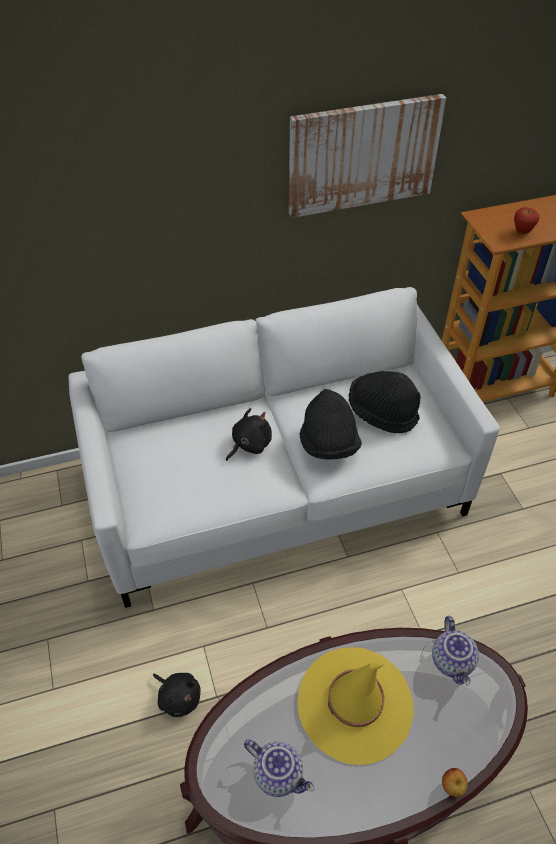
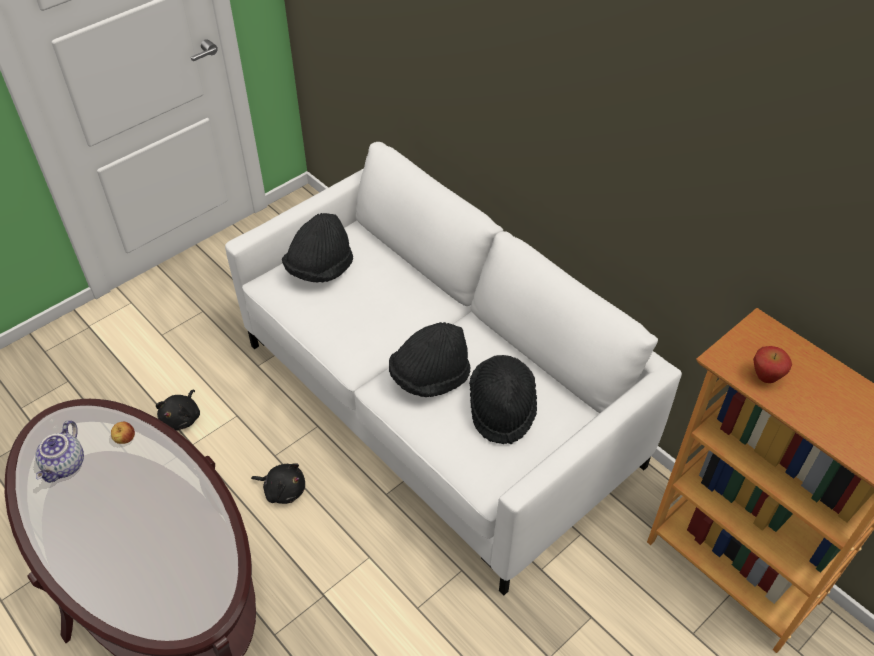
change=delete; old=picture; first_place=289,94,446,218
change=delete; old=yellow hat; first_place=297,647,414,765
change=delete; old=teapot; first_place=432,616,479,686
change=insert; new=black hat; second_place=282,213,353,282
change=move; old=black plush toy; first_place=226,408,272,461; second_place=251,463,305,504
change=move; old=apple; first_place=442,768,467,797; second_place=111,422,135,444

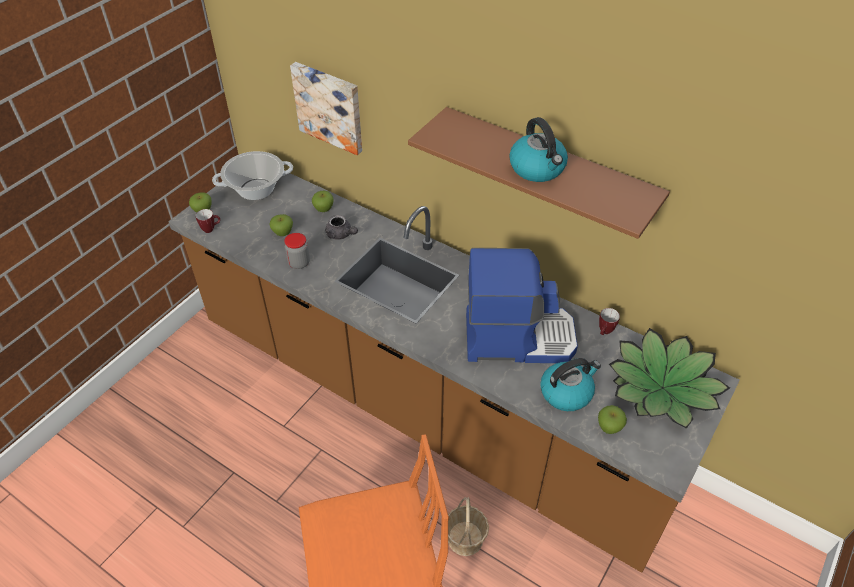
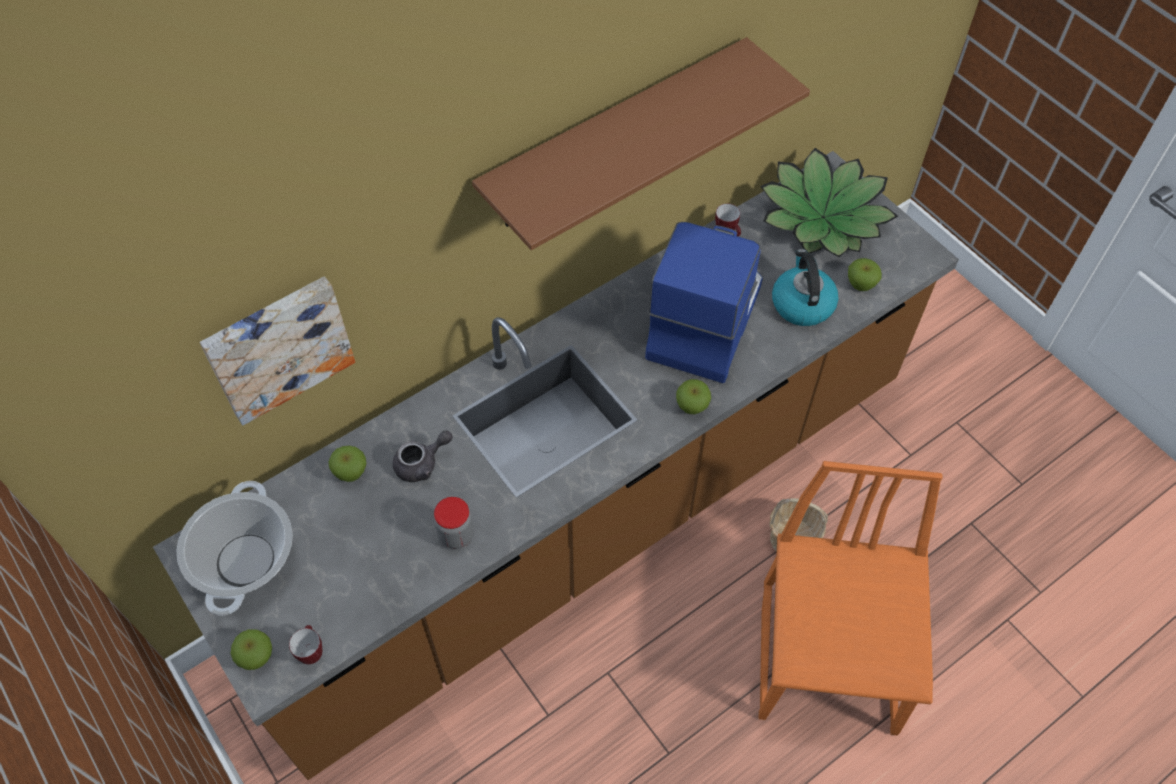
change=delete; old=kettle; first_place=509,117,568,182
change=move; old=apple; first_place=269,214,293,236; second_place=676,379,711,414

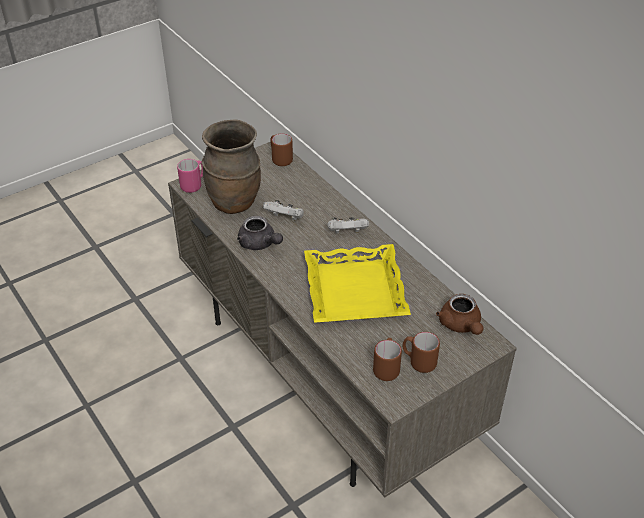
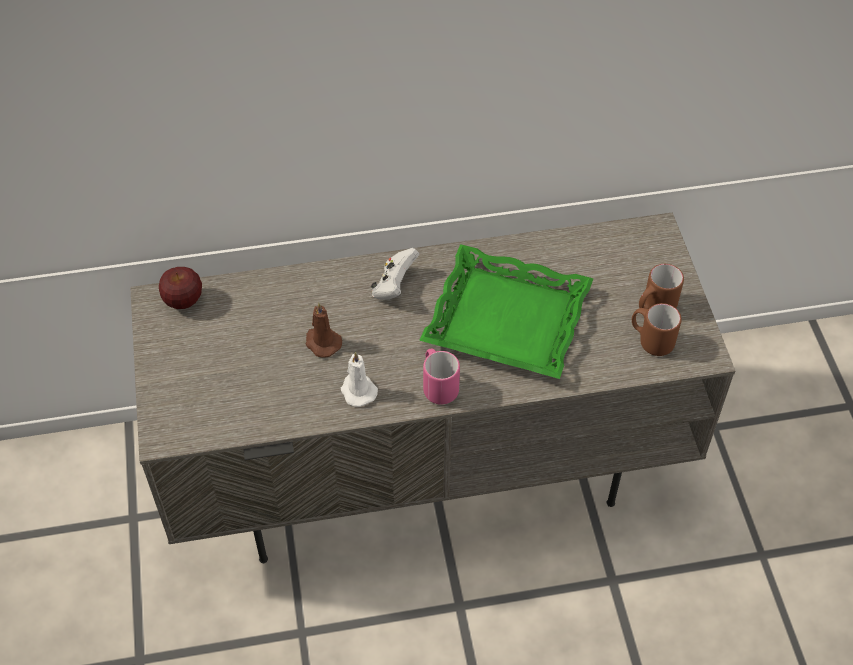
change=delete; old=brown vase; first_place=202,120,261,214
change=delete; old=brown teapot; first_place=436,294,484,335
change=move; old=pink mug; first_place=177,159,203,193; second_place=423,348,460,405
change=replace; old=grey teapot; new=white candle; first_place=237,216,283,250; second_place=341,351,378,407
change=replace; old=white game controller; new=brown candle; first_place=263,200,304,221; second_place=305,303,342,358
change=replace; old=brown mug; new=apple; first_place=270,134,293,166; second_place=159,267,202,309
change=recolor; old=yellow tray; new=green tray; first_place=304,244,411,323; second_place=419,244,594,379

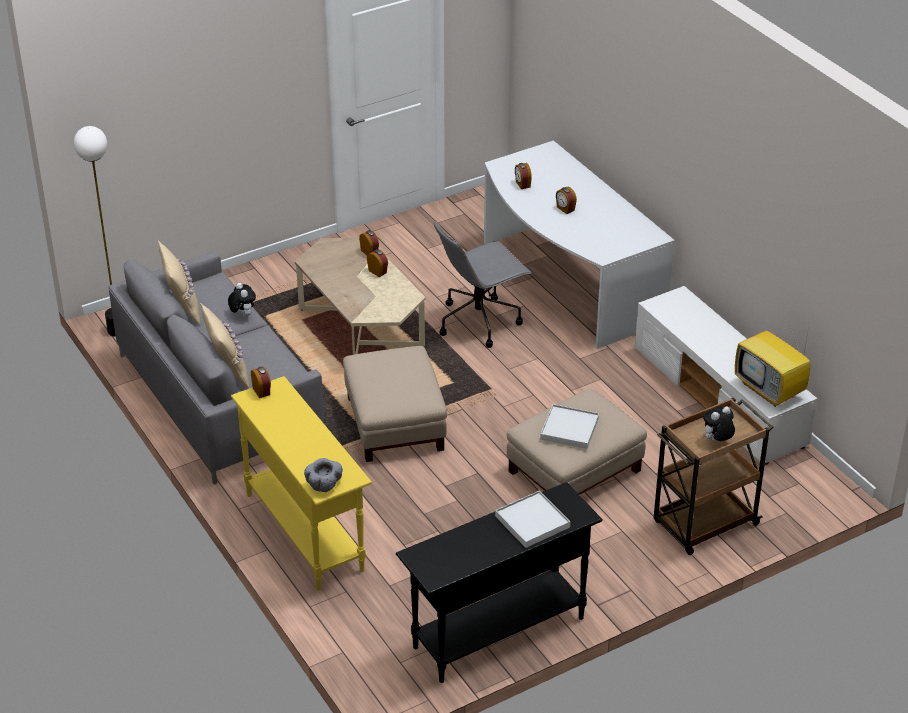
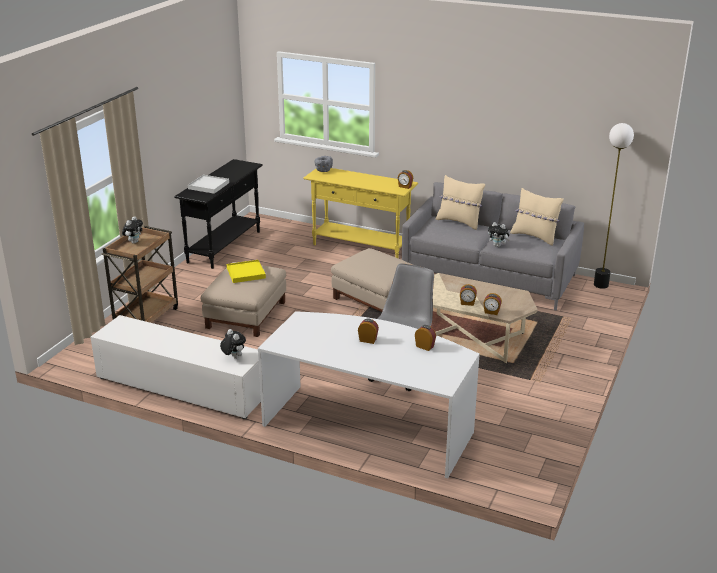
change=delete; old=television; first_place=735,326,810,407
change=insert; new=plush toy; second_place=220,329,246,359
change=recolor; old=white tray; new=yellow tray; first_place=540,404,599,449; second_place=227,260,266,283

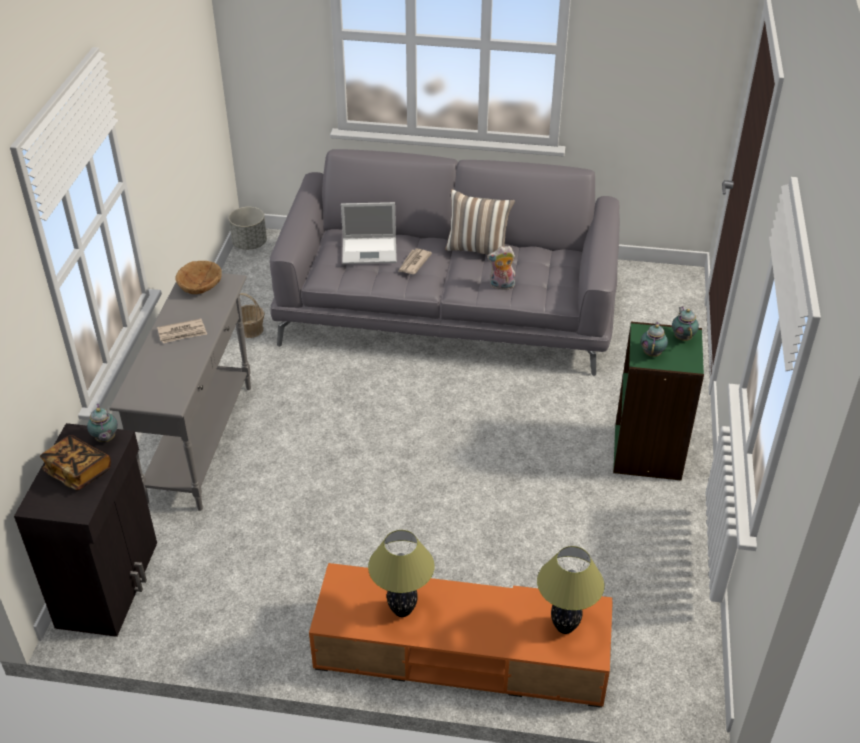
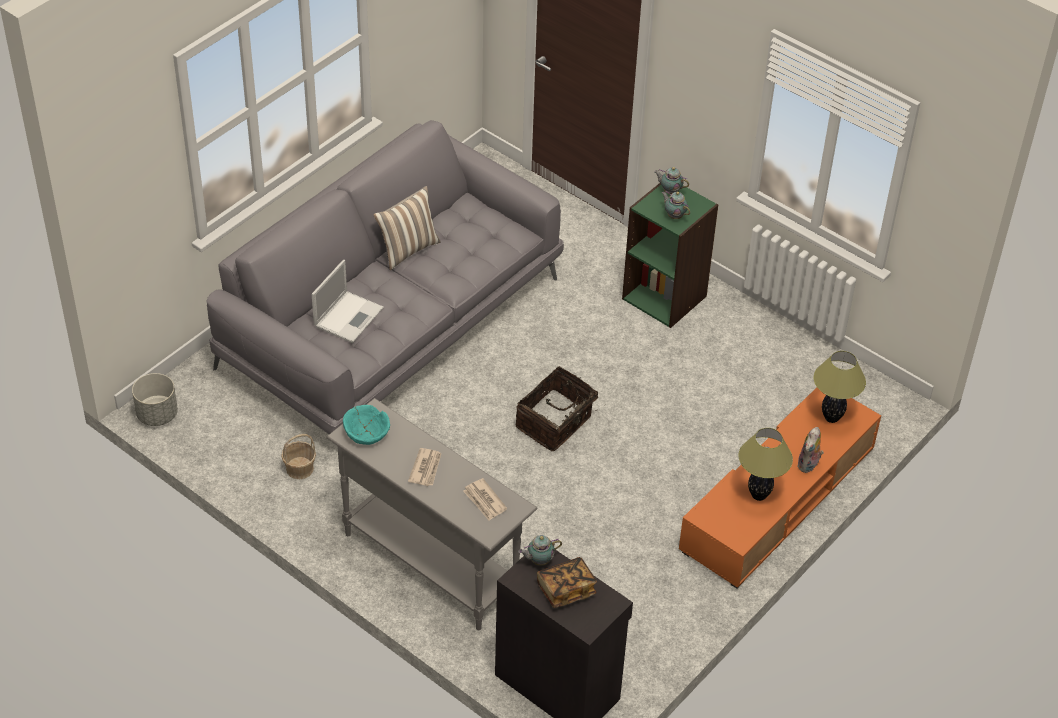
change=insert; new=basket; second_place=516,366,605,451
change=move; old=newspaper; first_place=398,248,432,274; second_place=463,478,507,521
change=move; old=plush toy; first_place=487,246,515,290; second_place=797,427,824,473
change=recolor; old=brown bowl; new=turquoise bowl; first_place=175,261,222,294; second_place=343,405,390,445
change=rotate; old=teapot; first_place=87,404,118,442; second_place=518,535,562,566; degrees=150

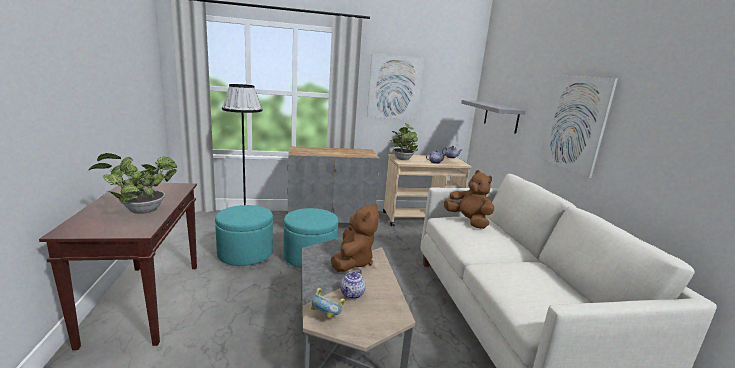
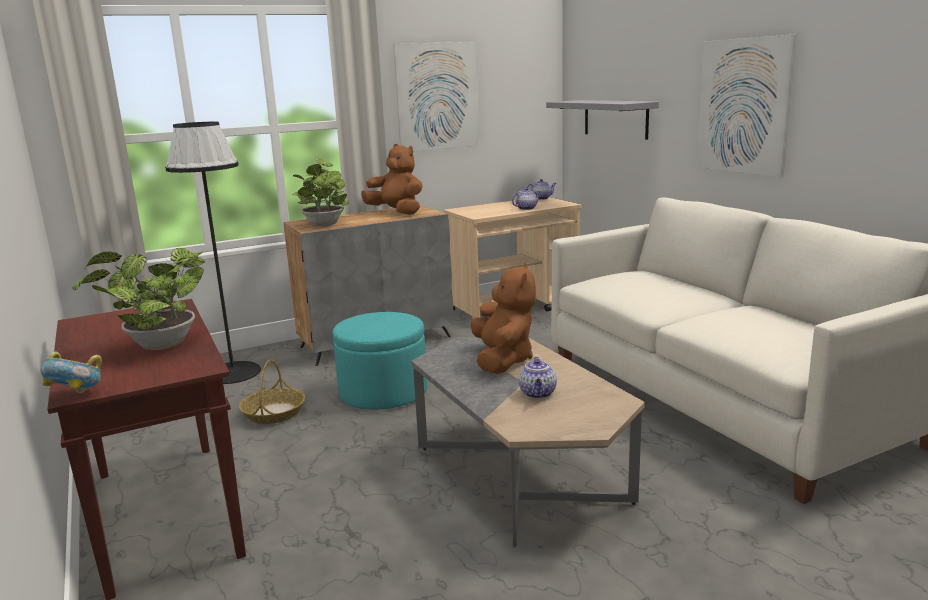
change=move; old=bowl; first_place=311,287,345,318; second_place=40,351,102,394
change=move; old=potted plant; first_place=390,123,418,160; second_place=293,157,349,227
change=move; old=brown plush toy; first_place=444,170,494,229; second_place=361,144,422,215
change=replace; old=turquoise ottoman; new=basket; first_place=215,205,273,266; second_place=239,359,306,424

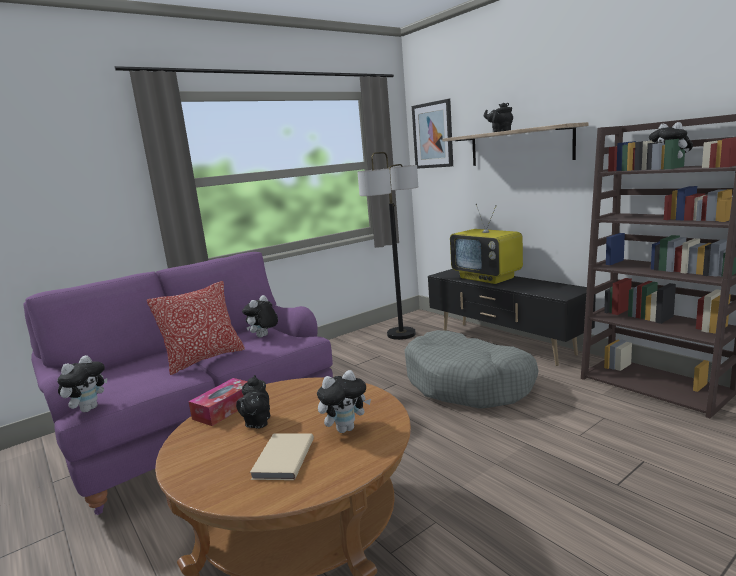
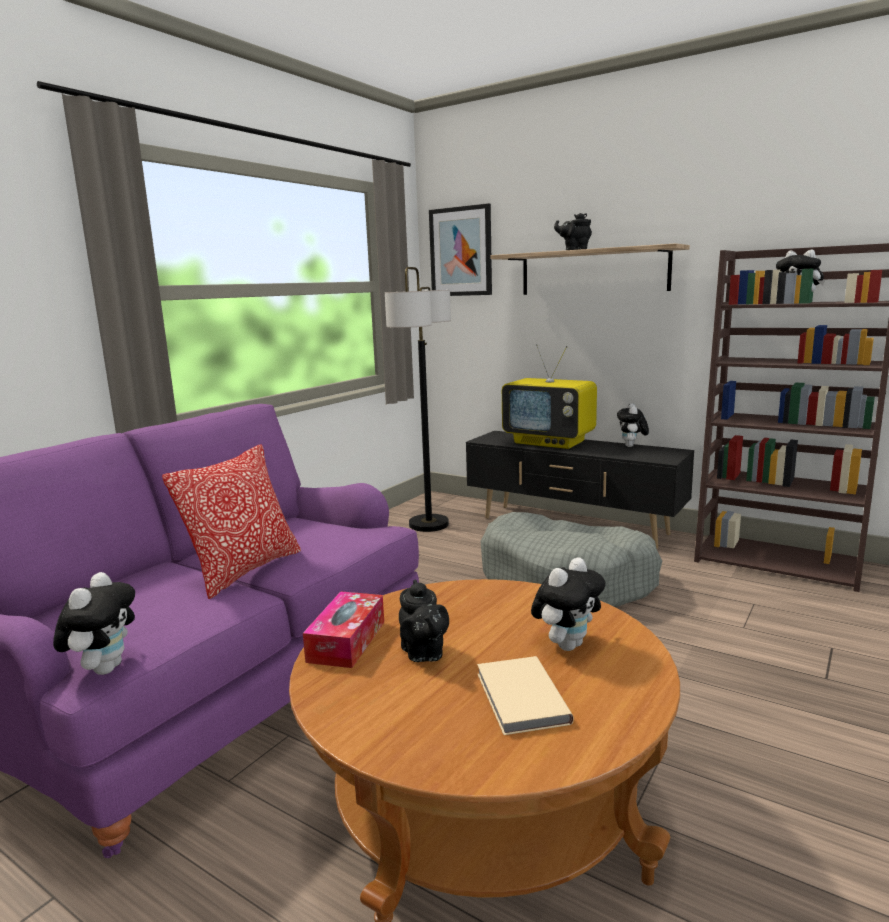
change=move; old=plush toy; first_place=242,295,278,338; second_place=617,403,649,447

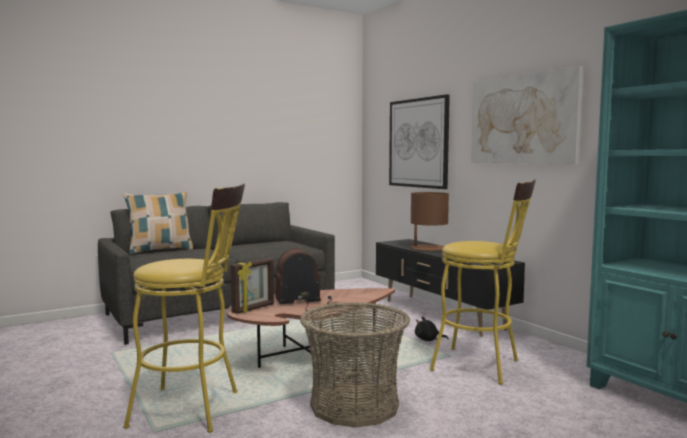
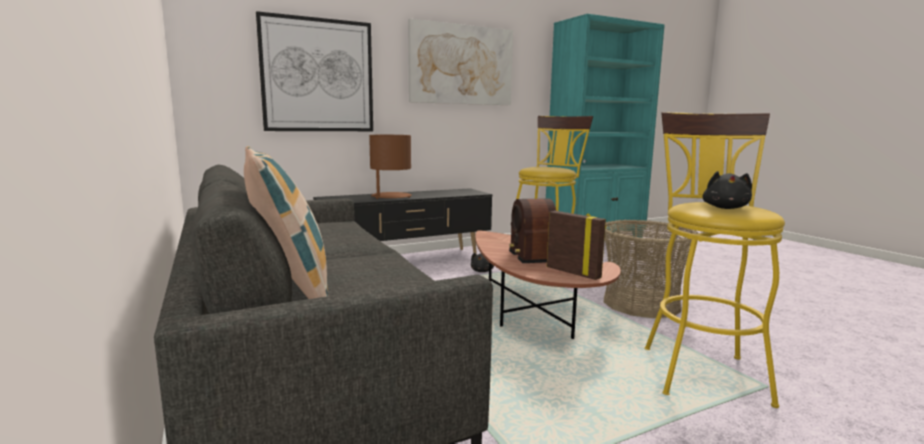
change=insert; new=black plush toy; second_place=702,171,752,209

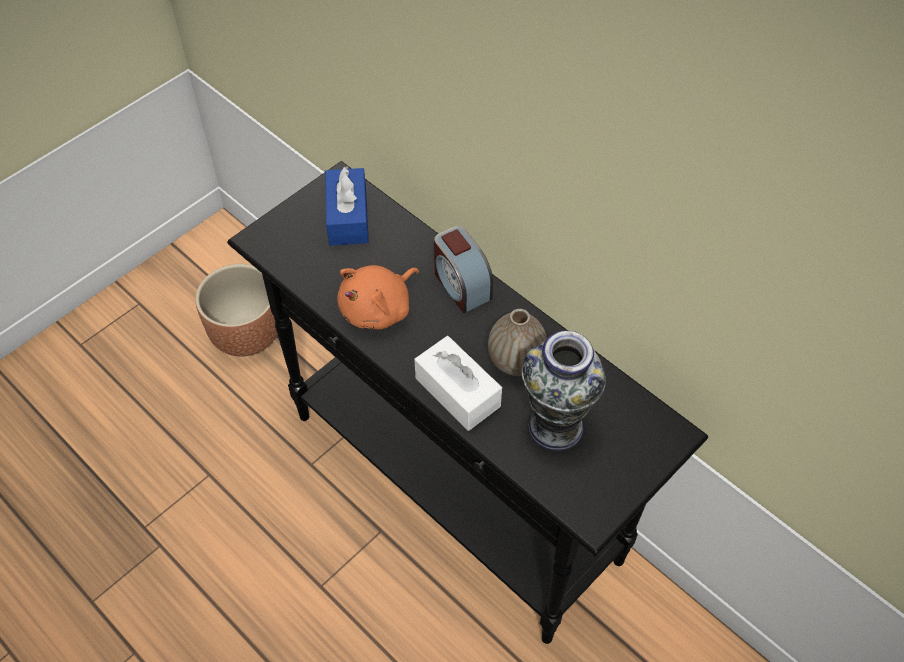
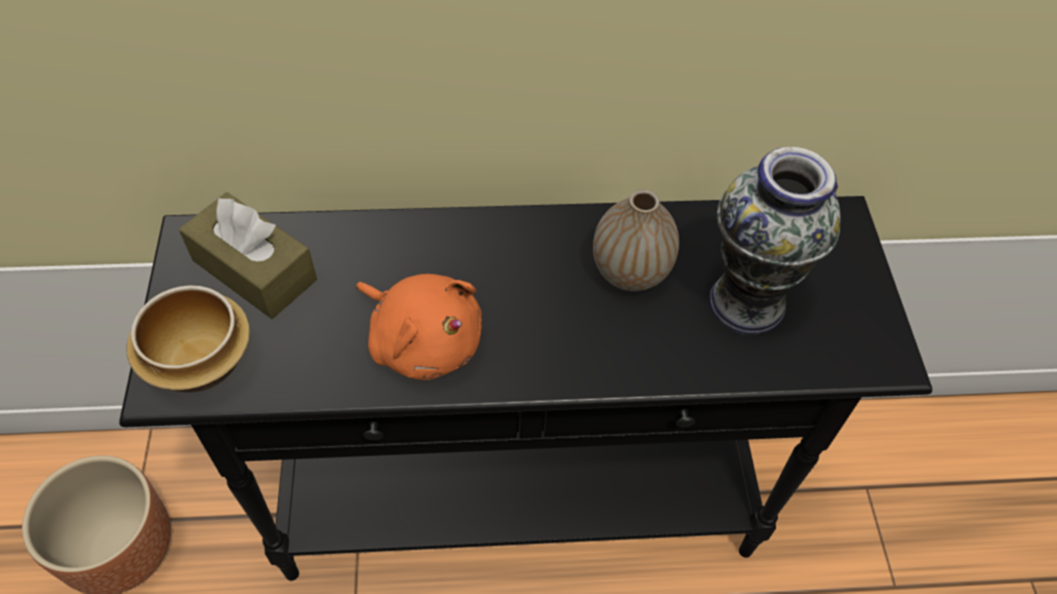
change=delete; old=white tissue box; first_place=414,336,502,431
change=delete; old=alarm clock; first_place=434,226,493,313
change=insert; new=bowl; second_place=126,285,250,393
change=recolor; old=blue tissue box; new=brown tissue box; first_place=325,166,369,246; second_place=179,192,317,319
change=rotate; old=orange plush toy; first_place=337,265,419,329; second_place=356,274,482,380; degrees=-45

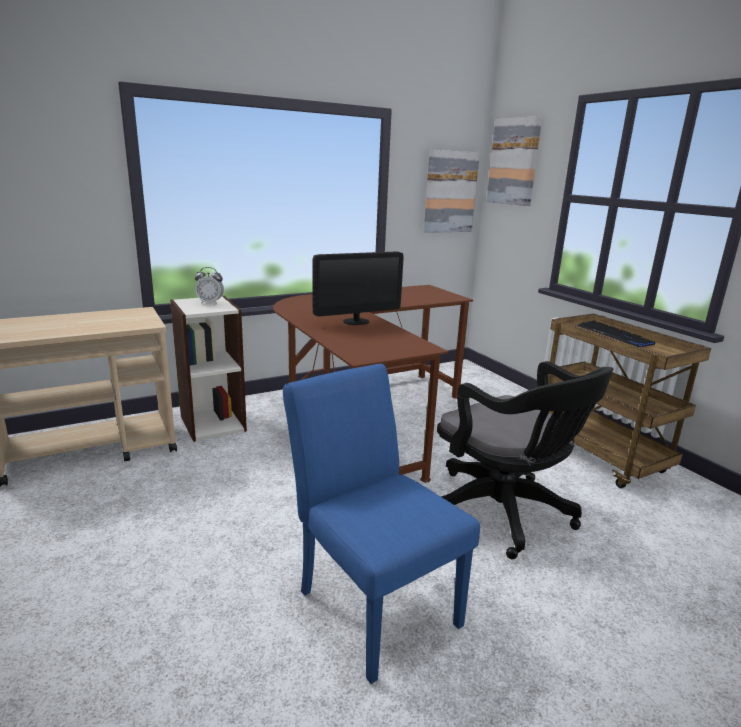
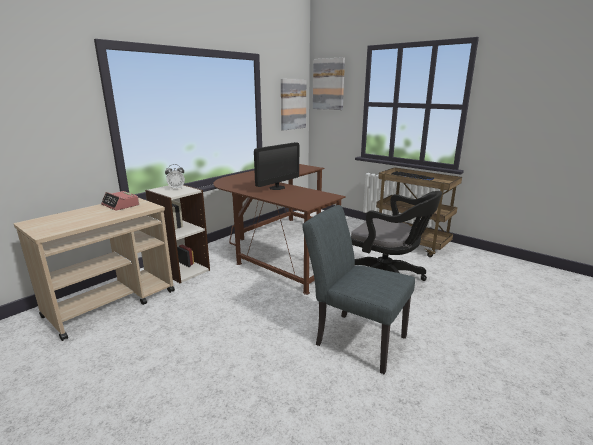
change=insert; new=alarm clock; second_place=101,191,139,211
change=recolor; old=blue chair; new=grey chair; first_place=283,364,480,684; second_place=302,205,415,374

